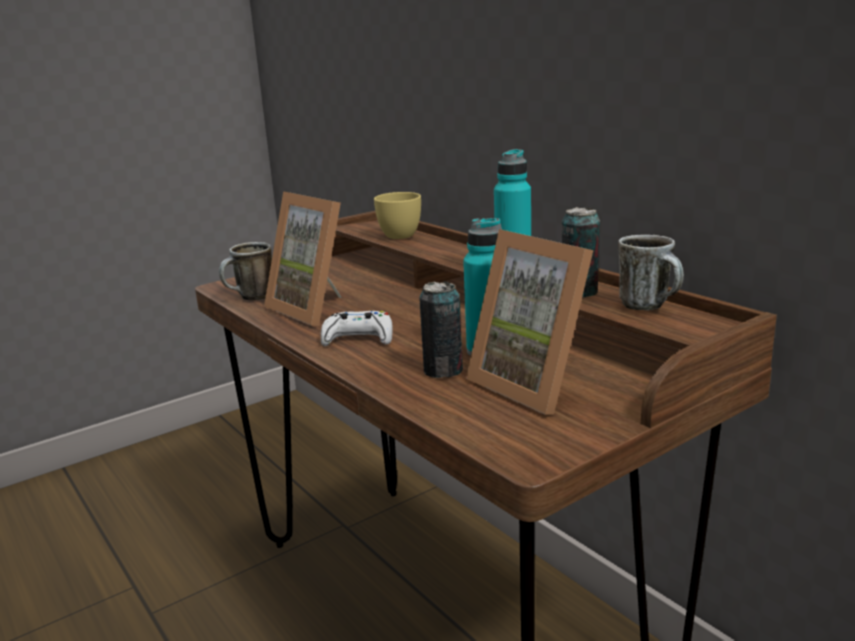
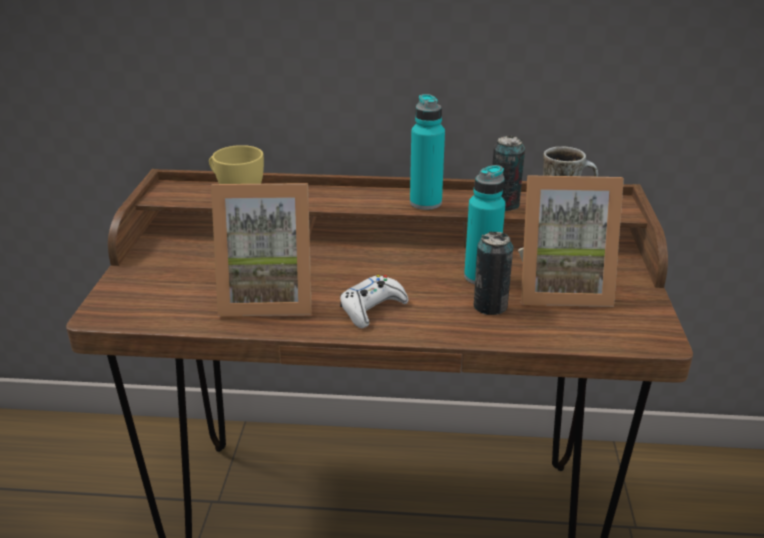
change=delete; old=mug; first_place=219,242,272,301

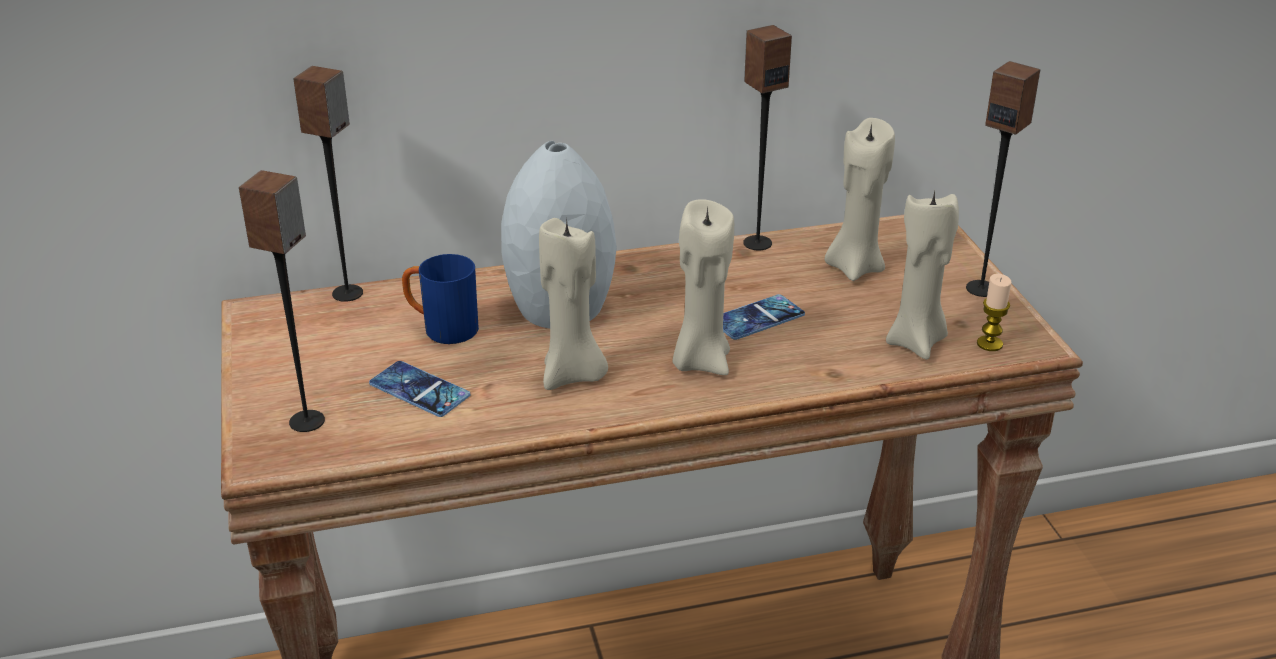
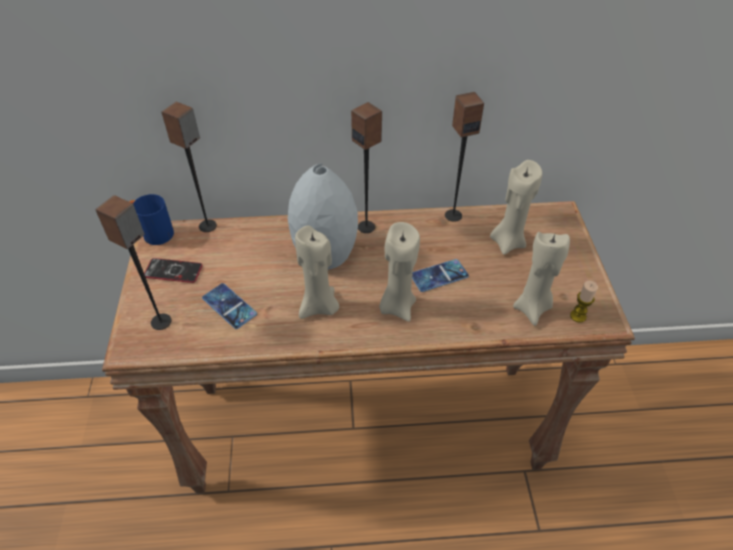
change=insert; new=phone; second_place=144,258,203,283
change=move; old=blue mug; first_place=402,254,479,344; second_place=130,194,174,245
change=move; old=speaker; first_place=966,61,1041,297; second_place=351,102,382,233

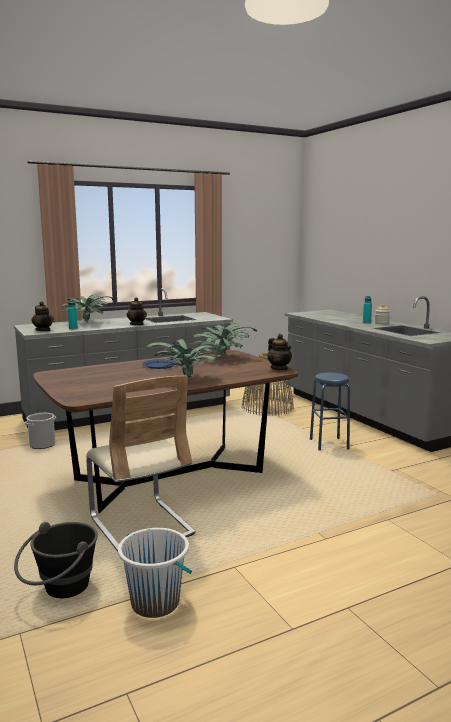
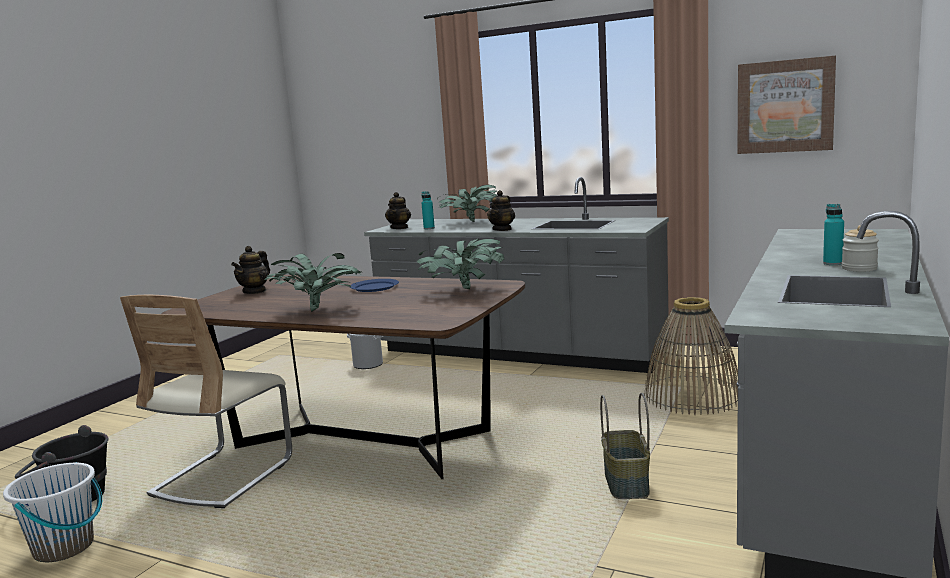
change=insert; new=picture; second_place=737,56,836,154
change=move; old=teapot; first_place=267,334,292,370; second_place=231,246,270,294
change=replace; old=blue stool; new=basket; first_place=310,373,350,451; second_place=600,393,650,499

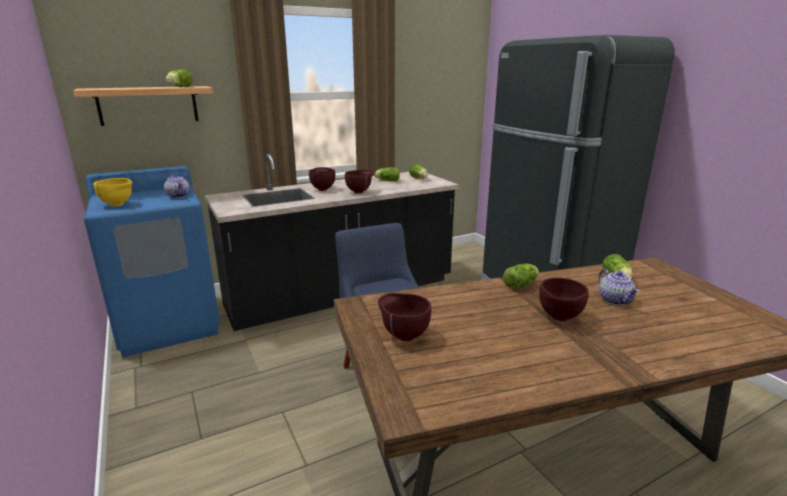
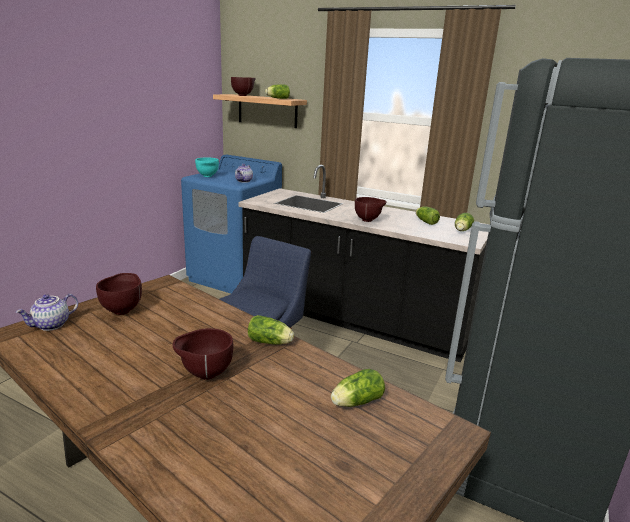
change=move; old=brown bowl; first_place=309,167,335,191; second_place=231,77,256,96
change=move; old=teapot; first_place=599,269,640,305; second_place=15,294,78,331
change=recolor; old=yellow bowl; new=turquoise bowl; first_place=93,178,132,206; second_place=195,157,219,177

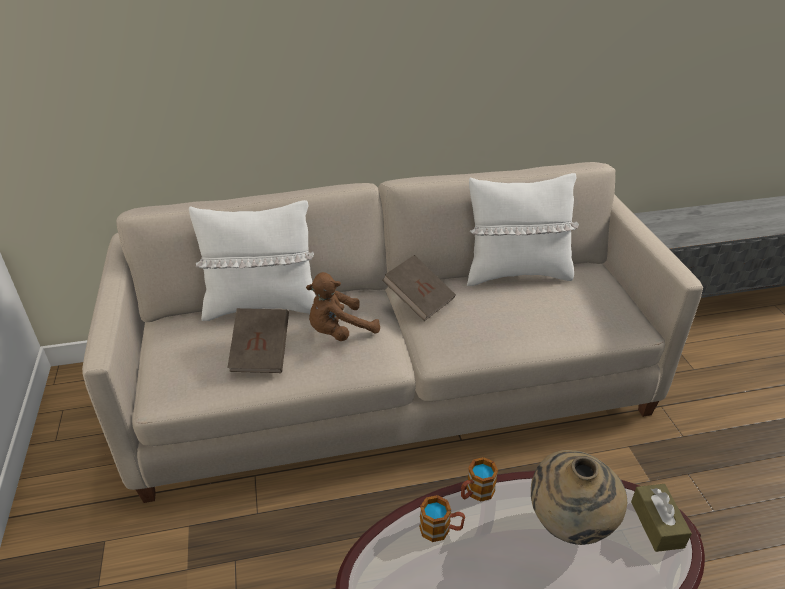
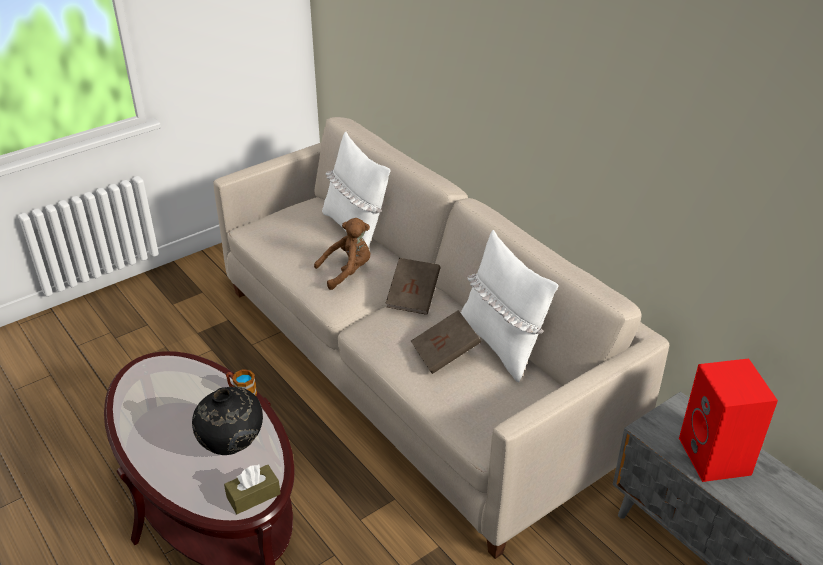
change=delete; old=mug; first_place=419,495,465,542
change=insert; new=red speaker; second_place=679,358,778,482
change=move; old=brown book; first_place=227,308,289,373; second_place=411,310,481,374
change=recolor; old=beige vase; new=black vase; first_place=531,450,627,545; second_place=192,387,263,455
change=rotate; old=brown plush toy; first_place=306,272,380,341; second_place=314,218,371,290; degrees=120

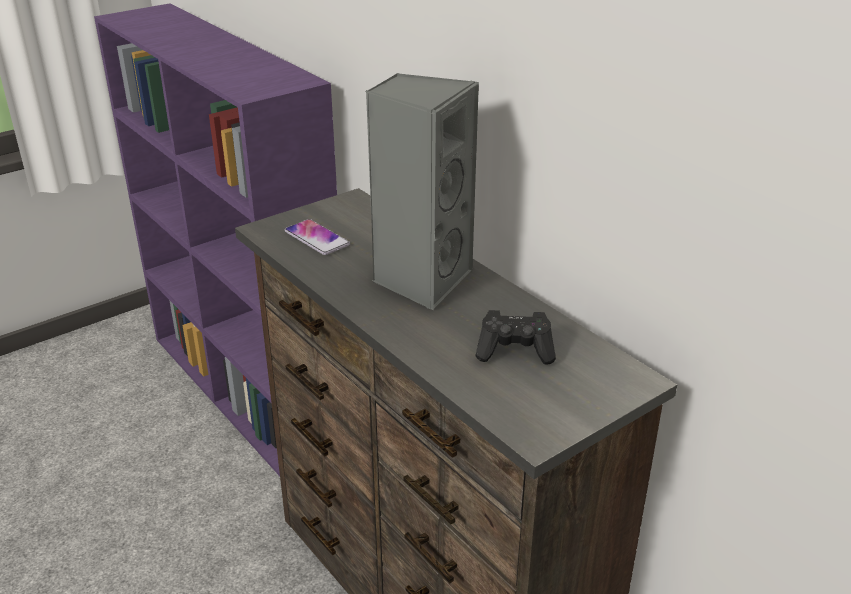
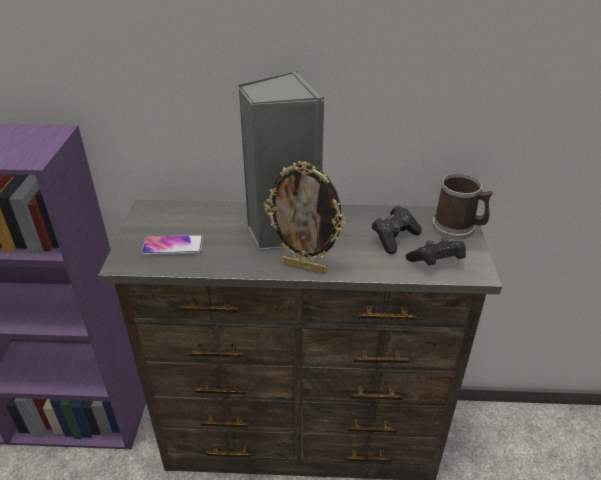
change=insert; new=picture frame; second_place=264,161,346,274
change=insert; new=black game controller; second_place=406,238,466,265
change=insert; new=mug; second_place=432,173,493,239

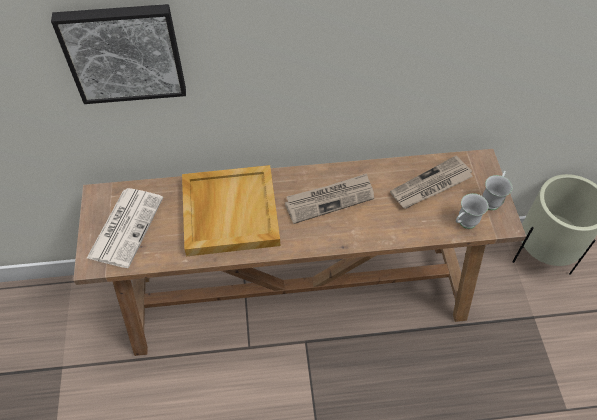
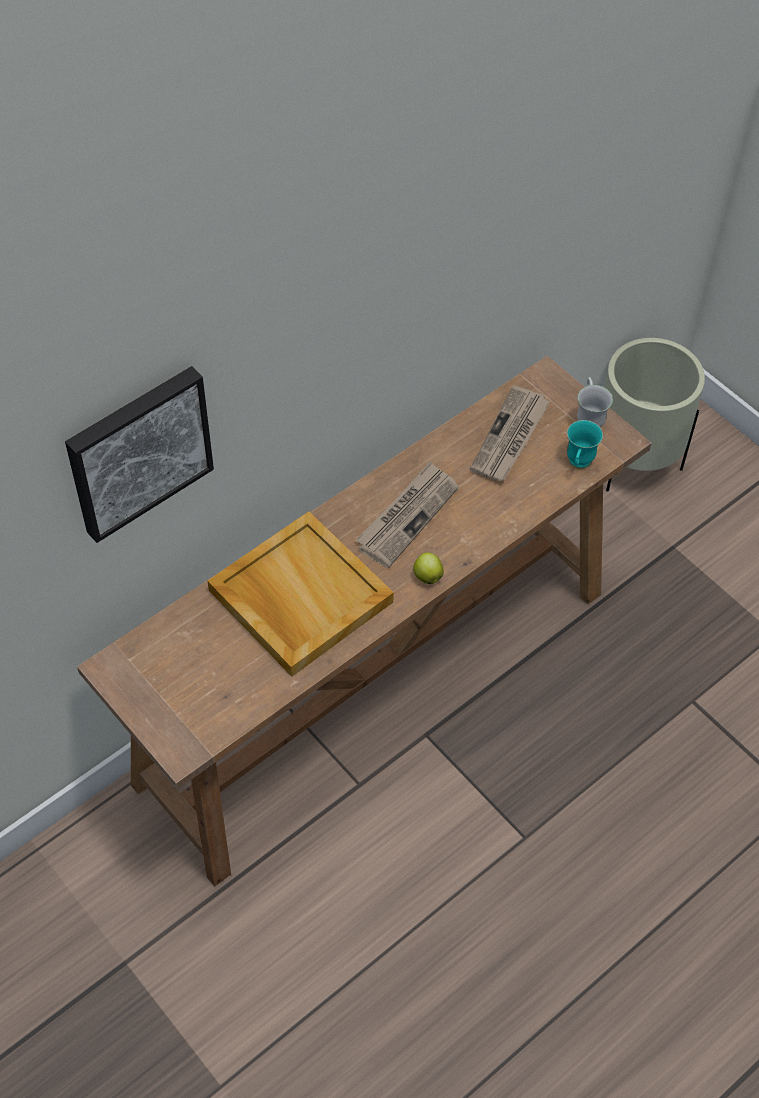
change=delete; old=newspaper; first_place=87,188,163,268
change=insert; new=apple; second_place=413,552,444,584
change=recolor; old=white mug; new=turquoise mug; first_place=456,193,489,229; second_place=567,420,603,469

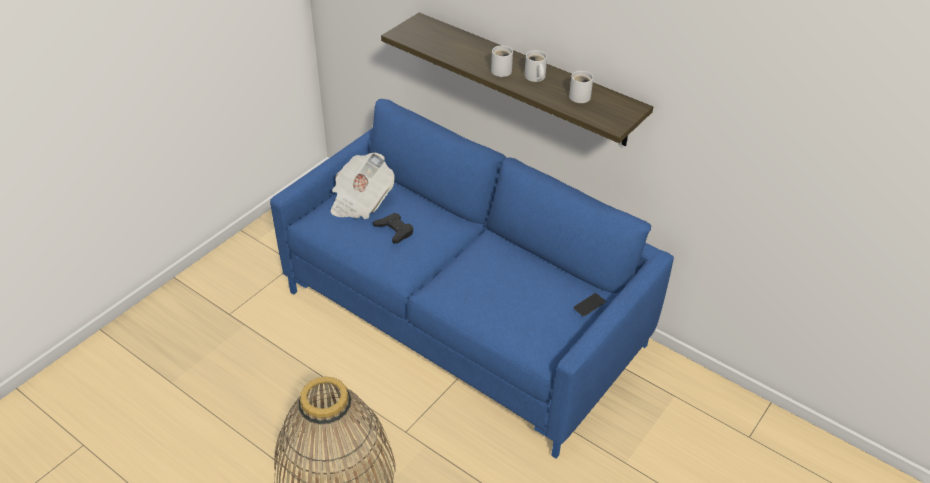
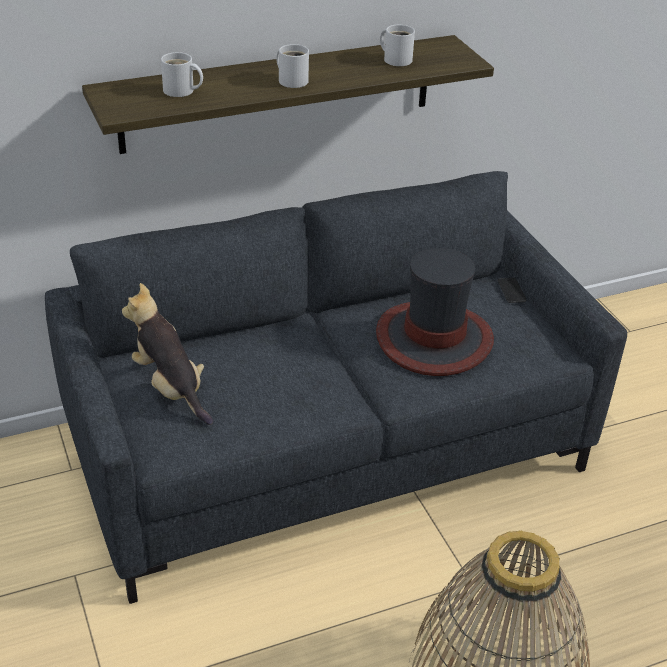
change=delete; old=black game controller; first_place=373,213,413,244
change=insert; new=hat; second_place=376,248,494,376
change=move; old=white mug; first_place=524,50,547,82; second_place=161,52,203,97
change=replace; old=newspaper; new=plush toy; first_place=331,153,395,219; second_place=122,283,213,425
change=recolor; old=blue sofa; new=grey sofa; first_place=270,99,674,459; second_place=45,171,627,604

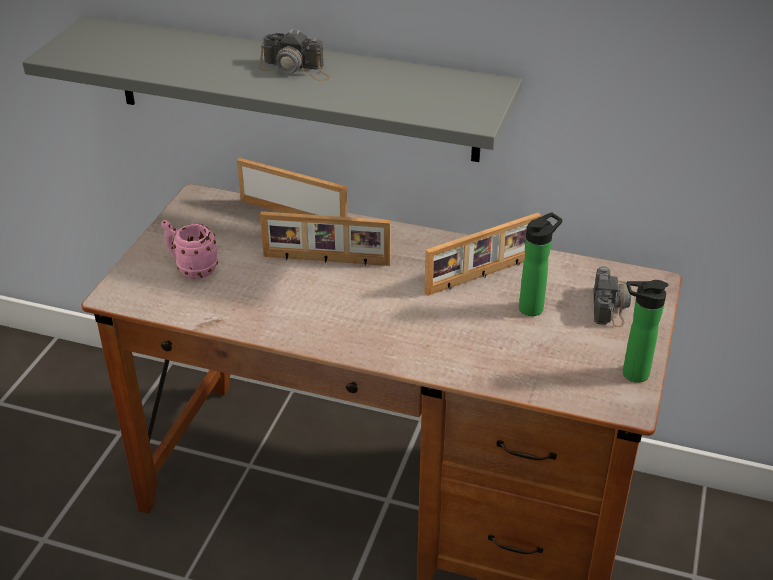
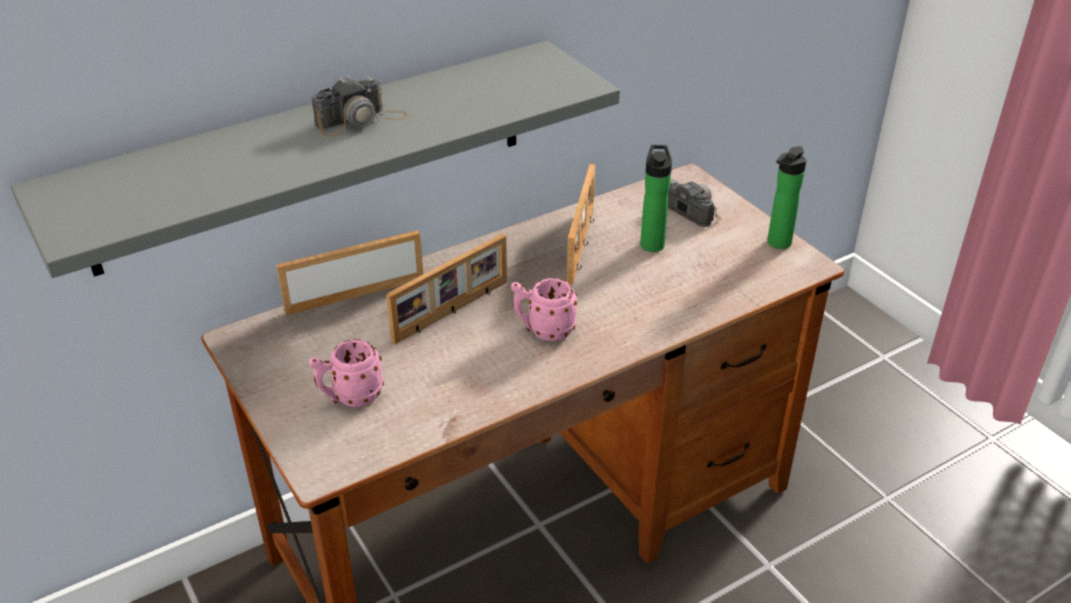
change=insert; new=pink mug; second_place=511,278,577,341

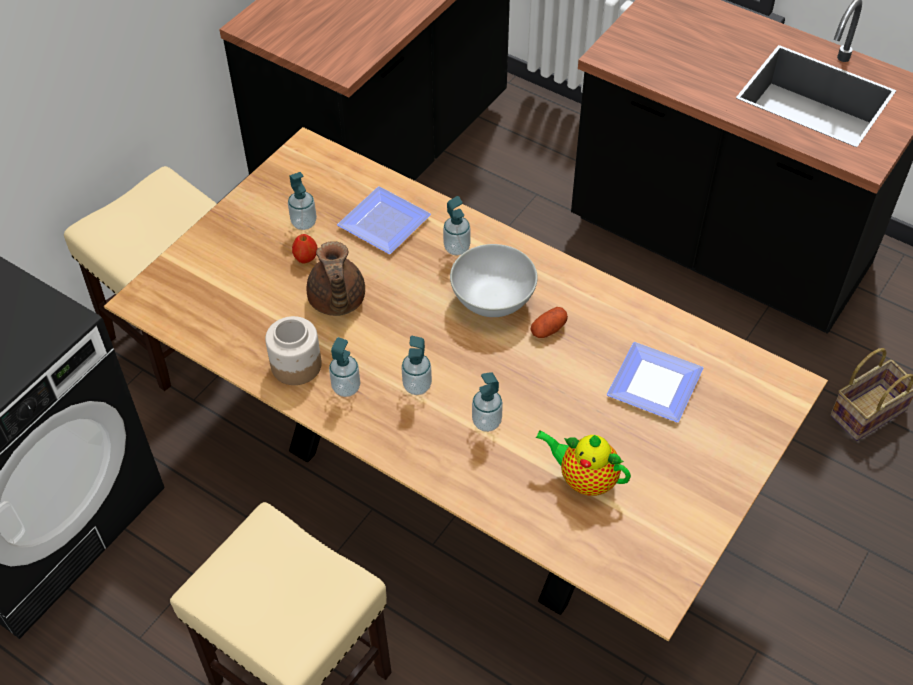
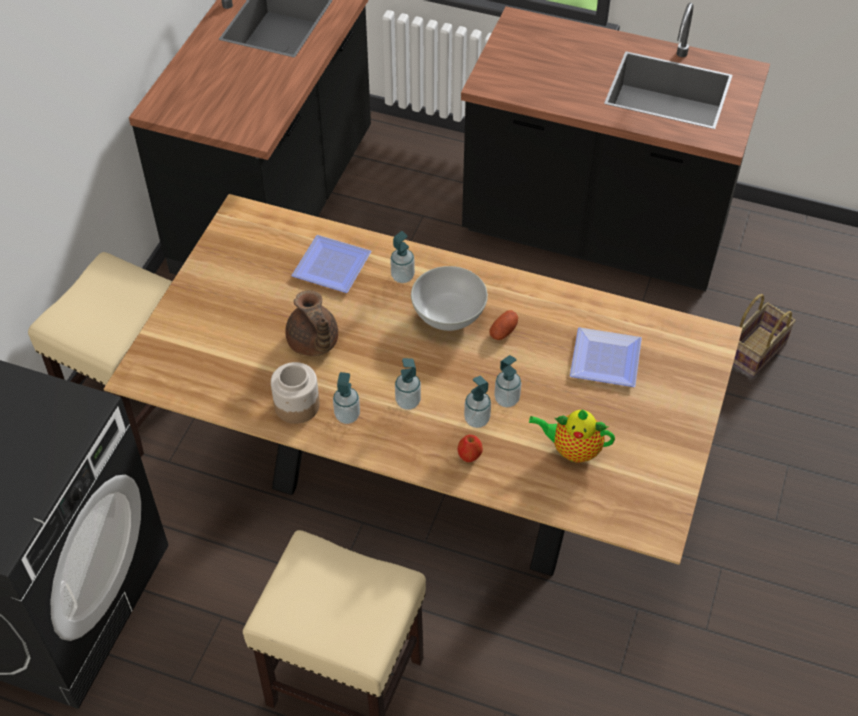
change=move; old=soap dispenser; first_place=288,172,317,230; second_place=494,355,521,408
change=move; old=apple; first_place=292,234,317,264; second_place=458,435,483,462

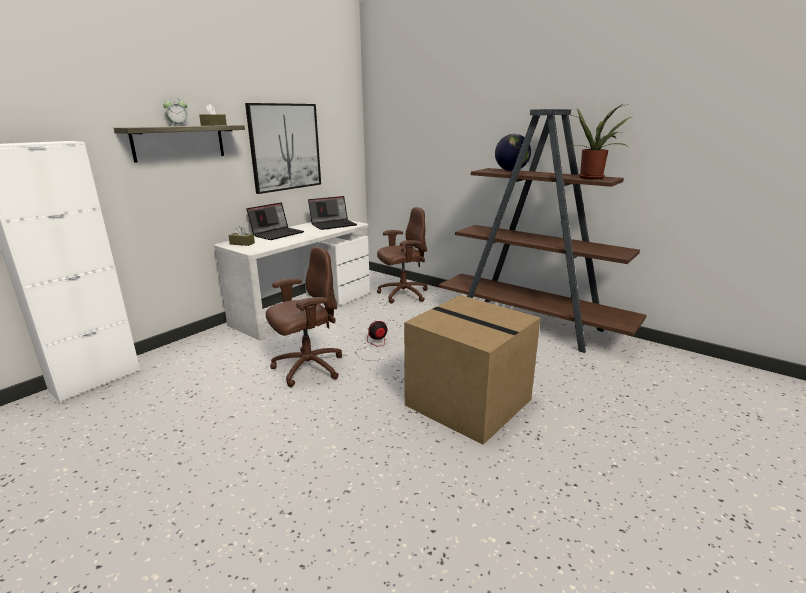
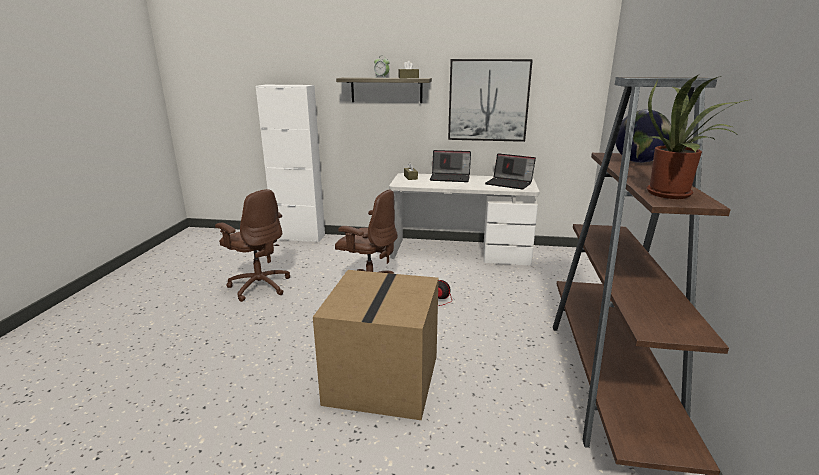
change=move; old=brown office chair; first_place=377,207,428,304; second_place=215,189,290,302

